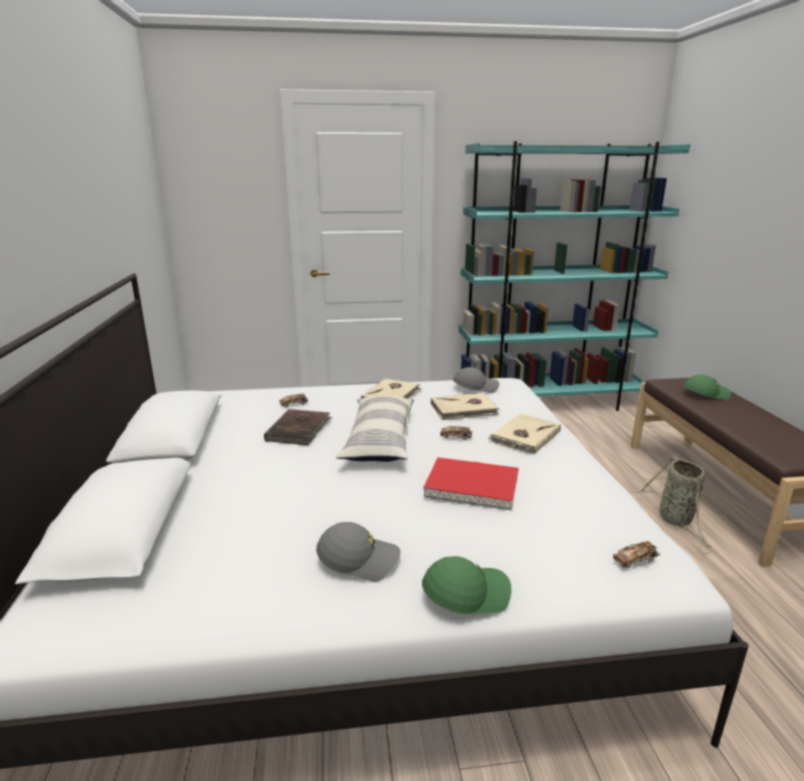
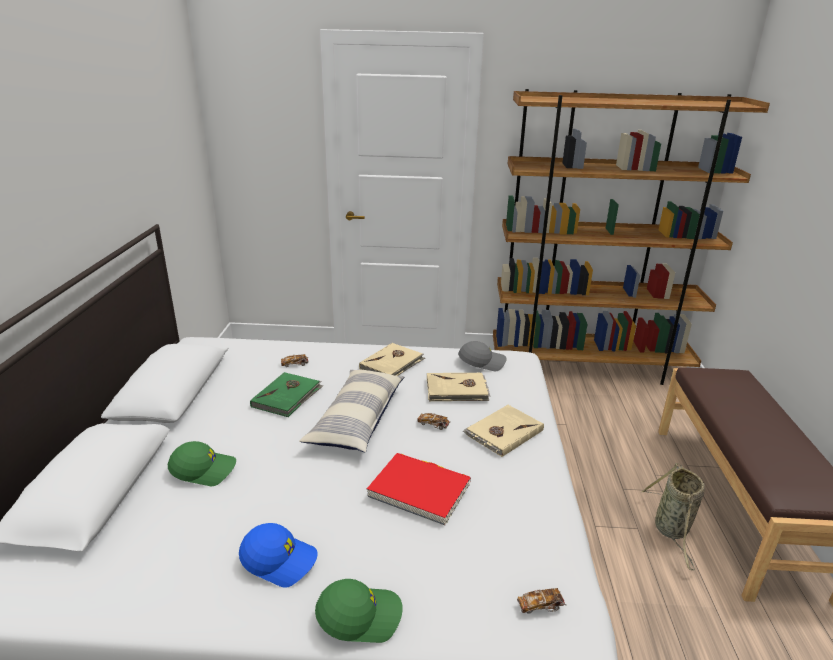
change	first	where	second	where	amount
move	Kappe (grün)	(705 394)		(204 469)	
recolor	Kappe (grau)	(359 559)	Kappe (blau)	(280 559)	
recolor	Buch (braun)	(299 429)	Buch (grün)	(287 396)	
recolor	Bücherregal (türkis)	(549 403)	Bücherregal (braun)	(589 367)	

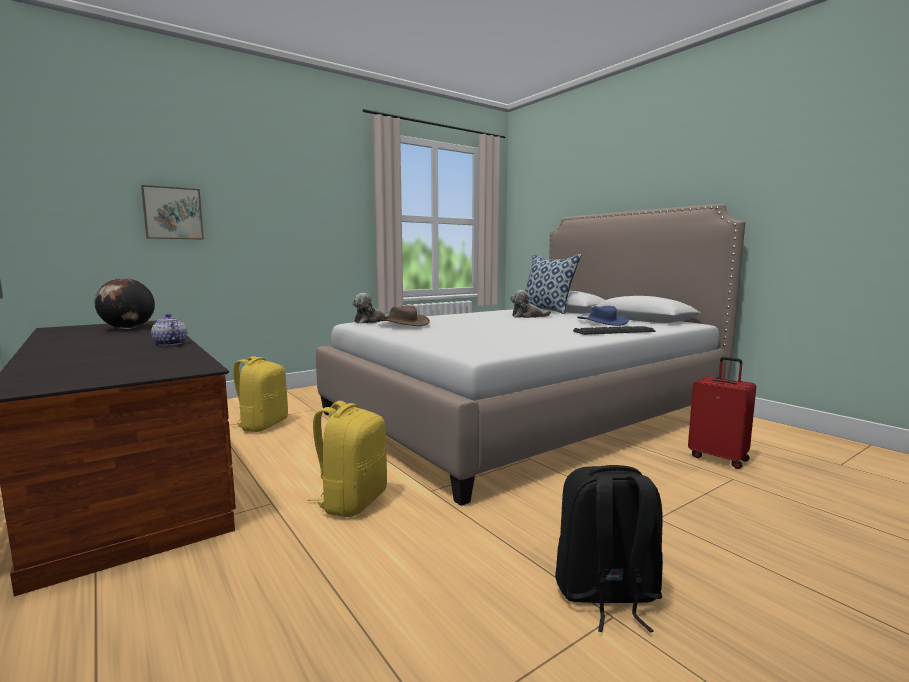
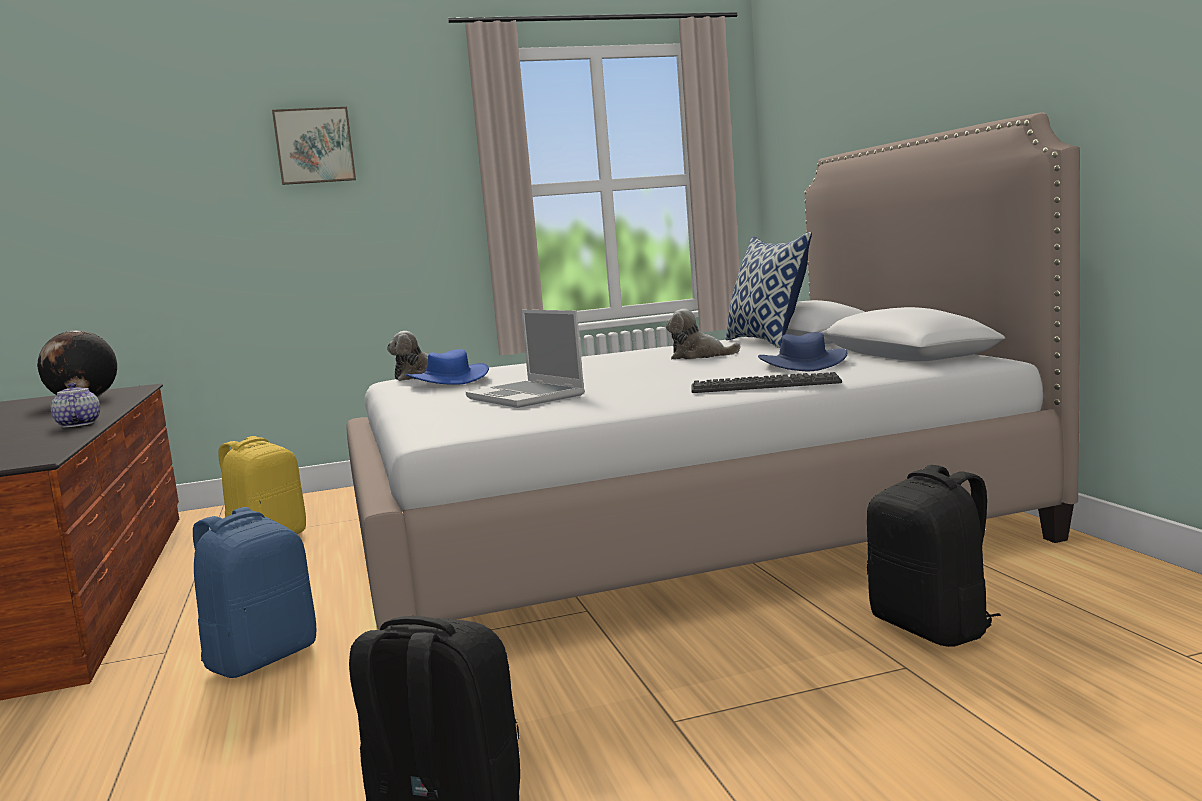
change	first	where	second	where	amount
recolor	Rucksack (gelb)	(352 501)	Rucksack (blau)	(261 657)	
move	Bild	(173 213)		(314 146)	
recolor	Hut (braun)	(402 323)	Hut (blau)	(448 379)	
insert			Laptop	(527 397)	
replace	Koffer (rot)	(719 458)	Rucksack (schwarz)	(933 628)	

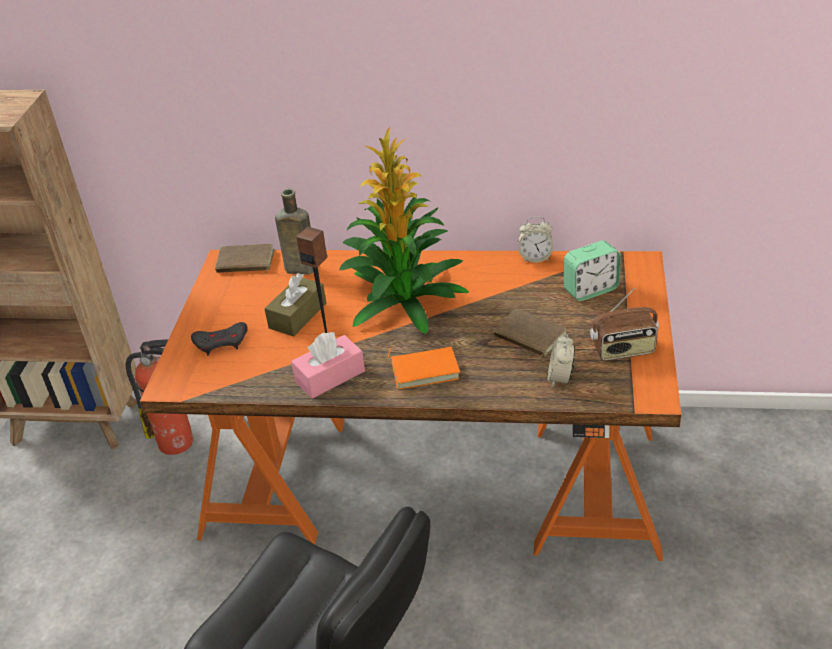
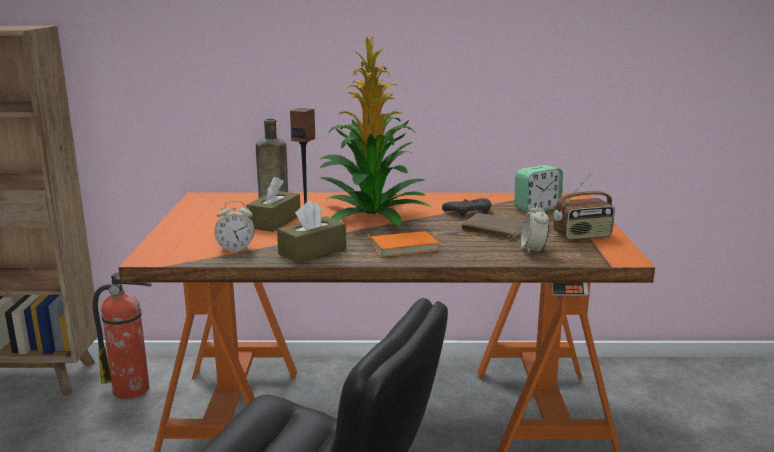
change	first	where	second	where	amount
move	Wecker	(535 258)		(236 249)	
recolor	Taschentuchbox (rosa)	(330 376)	Taschentuchbox (braun)	(312 251)	
move	Gamepad (grau)	(221 342)		(469 212)	
delete	Buch (braun)	(245 263)			

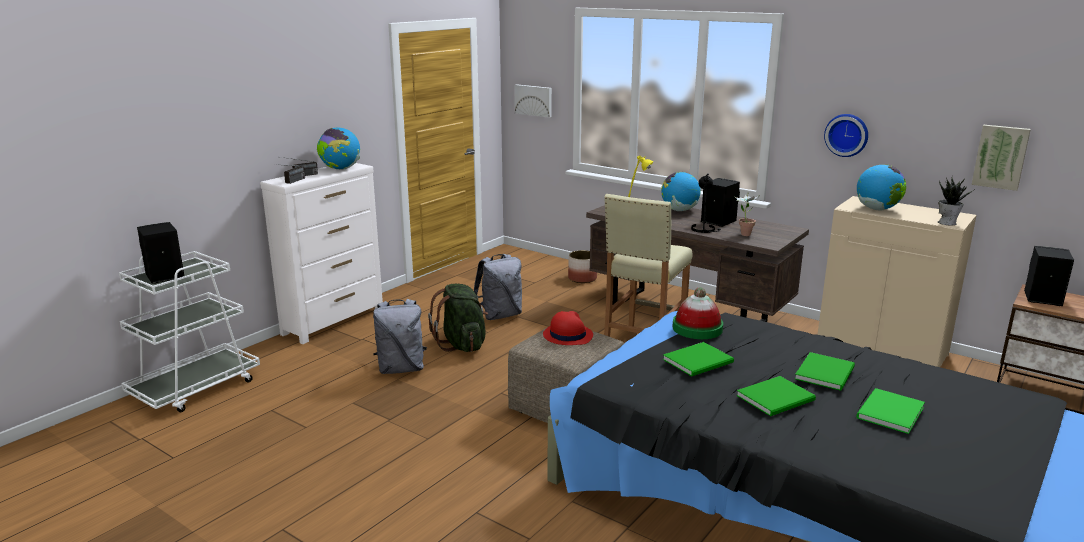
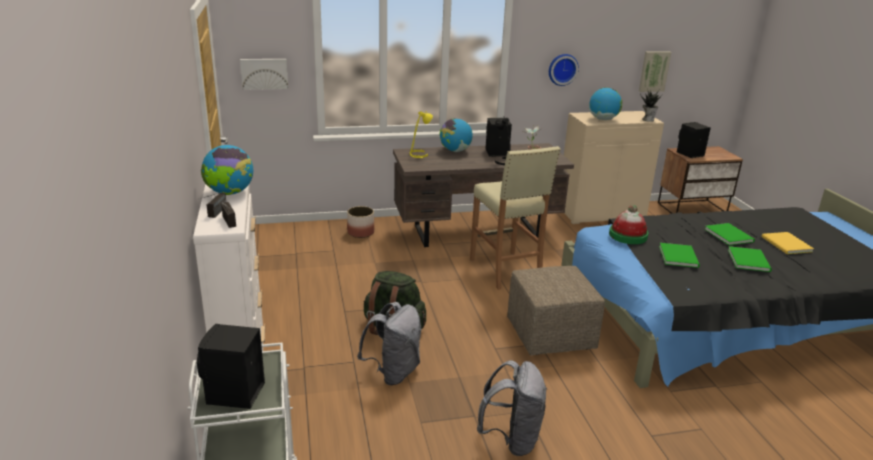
change	first	where	second	where	amount
move	Rucksack (grau)	(500 315)		(511 439)	
recolor	Buch (grün)	(888 413)	Buch (gelb)	(786 245)	
delete	Hut (rot)	(567 335)			

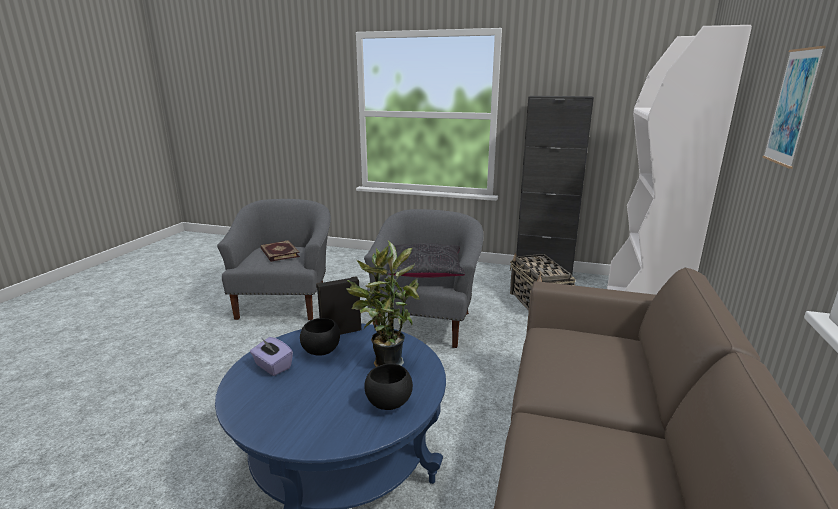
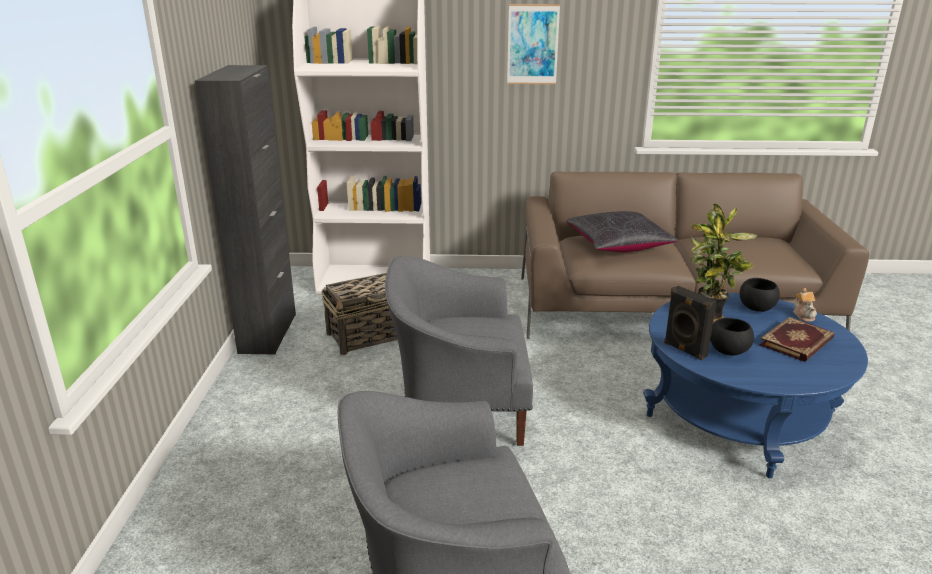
change	first	where	second	where	amount
move	Kissen (schwarz)	(426 272)		(618 244)	
move	Buch	(279 253)		(797 342)	
insert			Teekanne	(804 315)	
delete	Taschentuchbox (lila)	(272 366)			

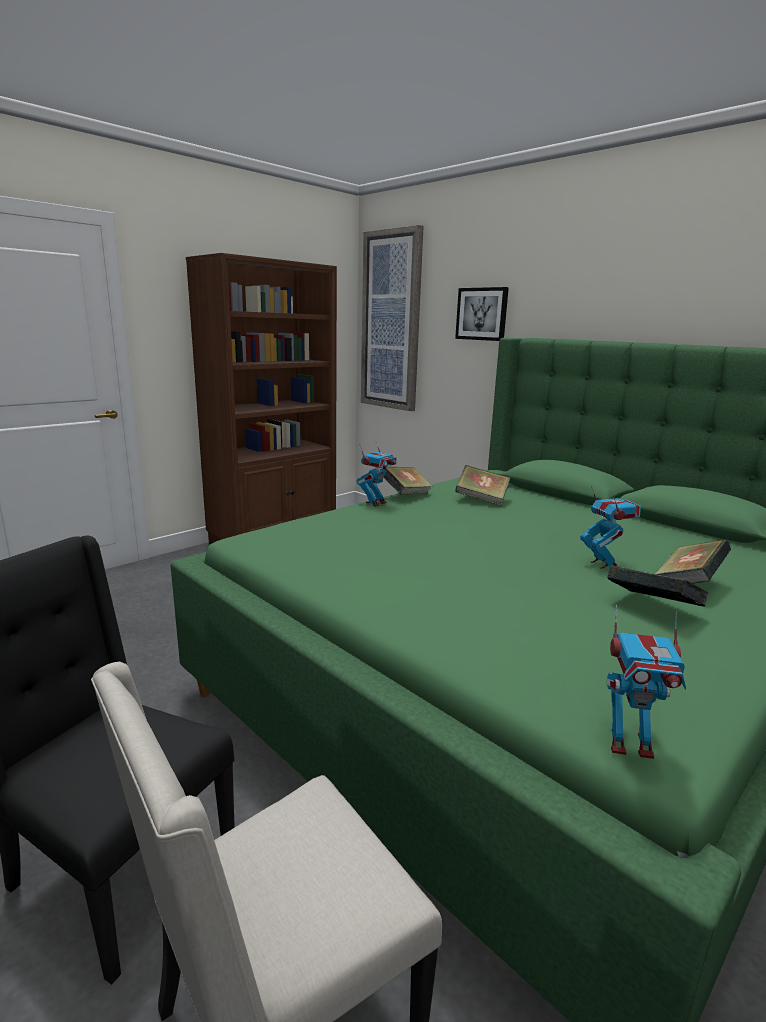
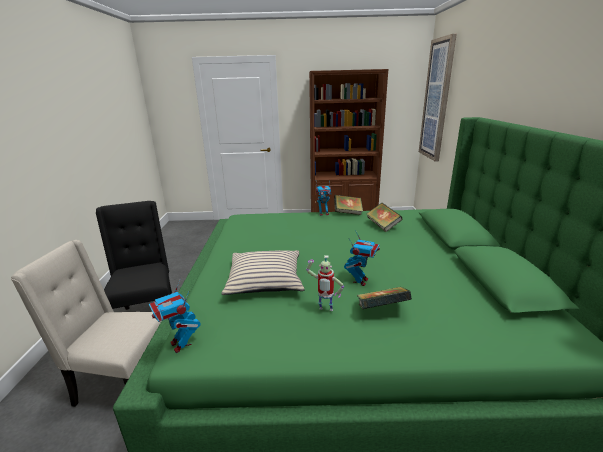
change	first	where	second	where	amount
insert			Kissen (beige)	(265 280)	
replace	Buch	(652 608)	Spielzeugroboter	(325 310)	
delete	Bild	(482 314)			

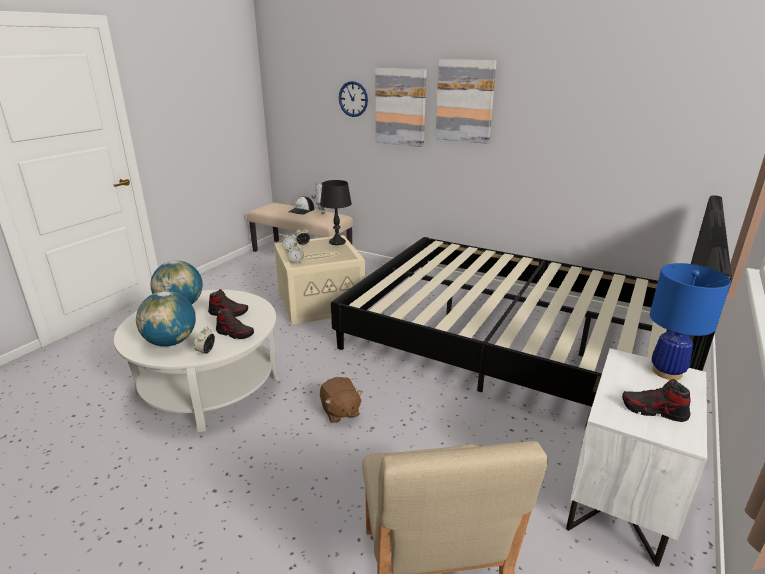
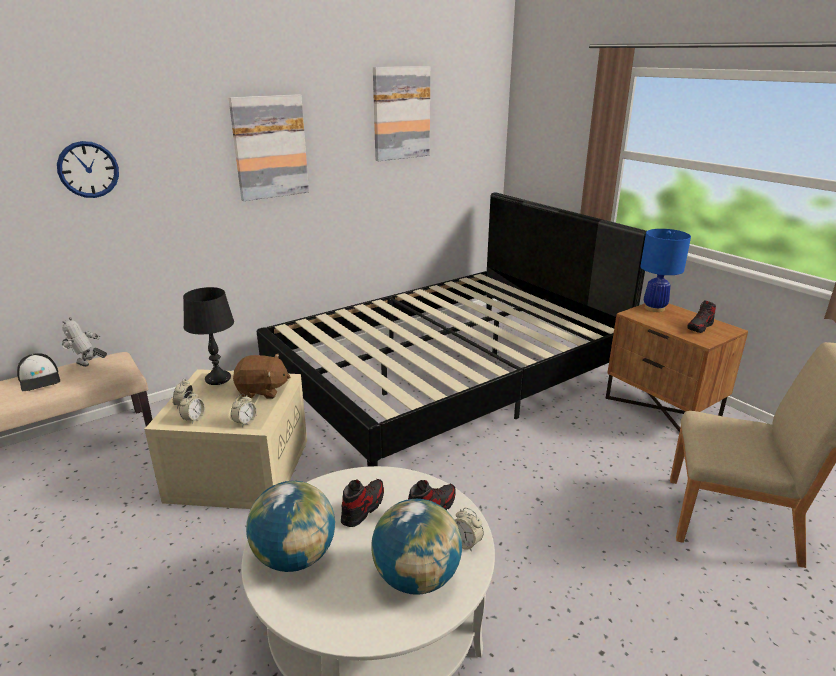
change	first	where	second	where	amount
move	Plüschtier (braun)	(340 411)		(262 391)	
move	Bild	(400 107)		(401 113)	
recolor	Nachttisch (weiß)	(621 500)	Nachttisch (braun)	(662 409)	

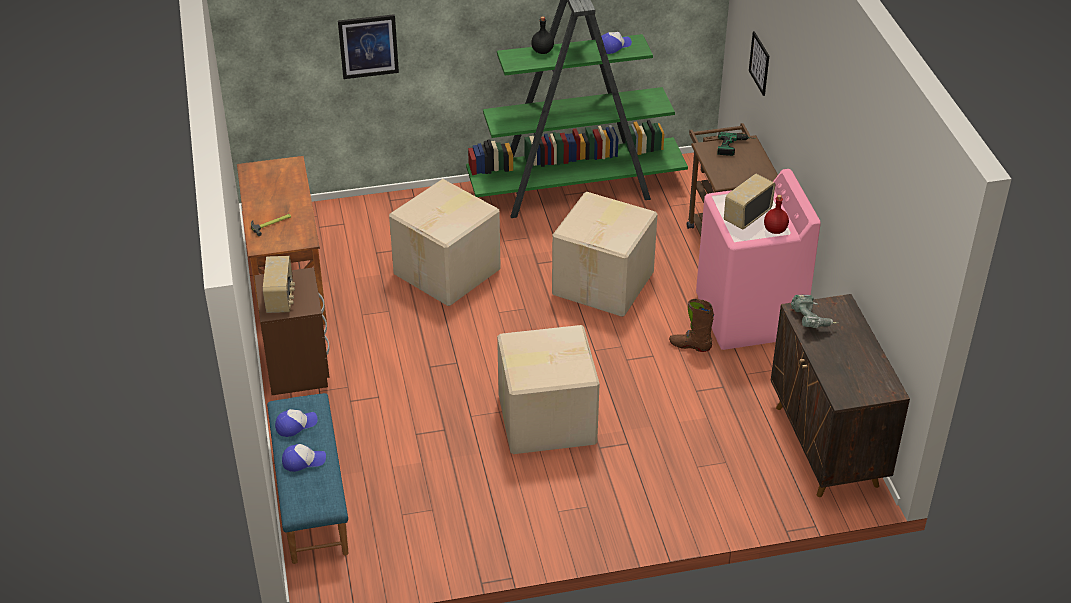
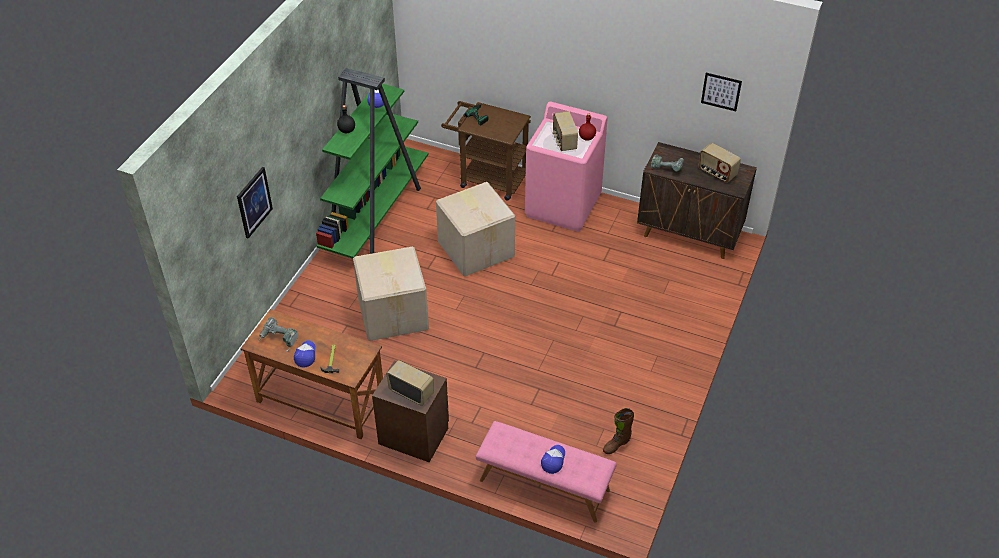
change	first	where	second	where	amount
insert			Bohrmaschine	(279 339)	
move	Kappe	(295 425)		(305 355)	
recolor	Bank (blau)	(310 497)	Bank (rosa)	(544 485)	
move	Stiefel (braun)	(690 345)		(616 444)	
insert			Radio	(717 173)	
move	Bild	(759 63)		(721 91)	
delete	Karton	(545 419)			

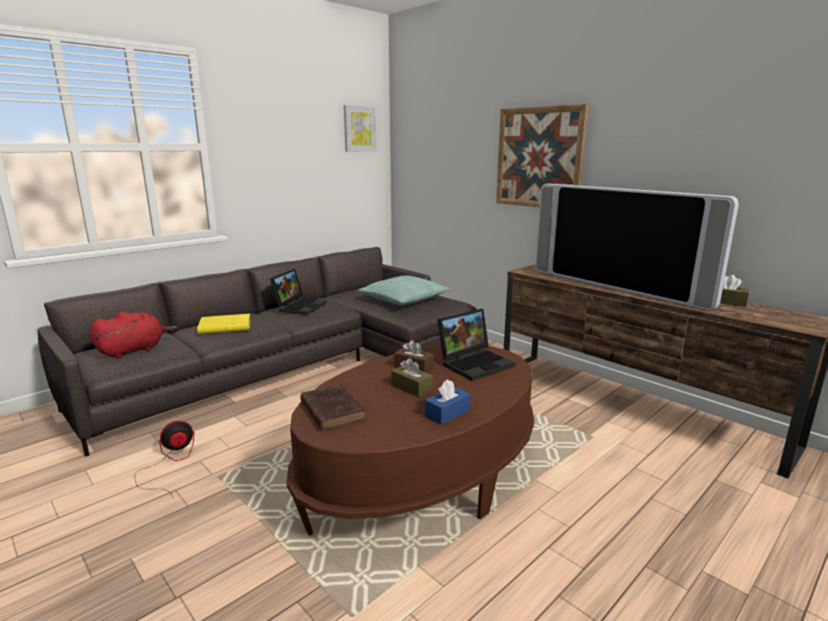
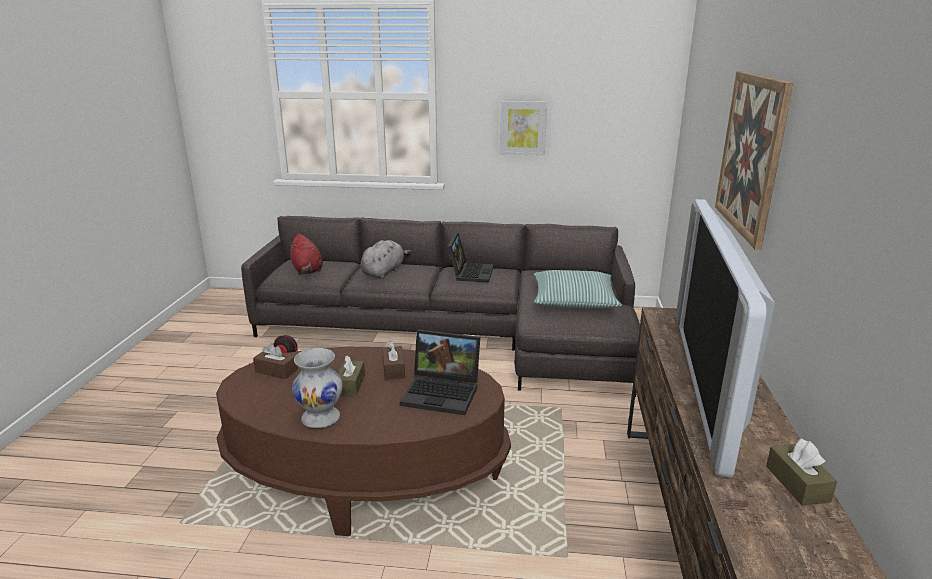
change	first	where	second	where	amount
replace	Buch (braun)	(331 410)	Taschentuchbox (braun)	(276 371)	
rotate	Plüschtier (rot)	(134 350)		(307 270)	60 degrees clockwise
replace	Taschentuchbox (blau)	(447 413)	Vase (weiß)	(320 418)	
replace	Buch (gelb)	(224 327)	Plüschtier (grau)	(384 272)	
rotate	Laptop	(300 306)		(470 272)	60 degrees counterclockwise
move	Bild	(359 129)		(523 128)	

